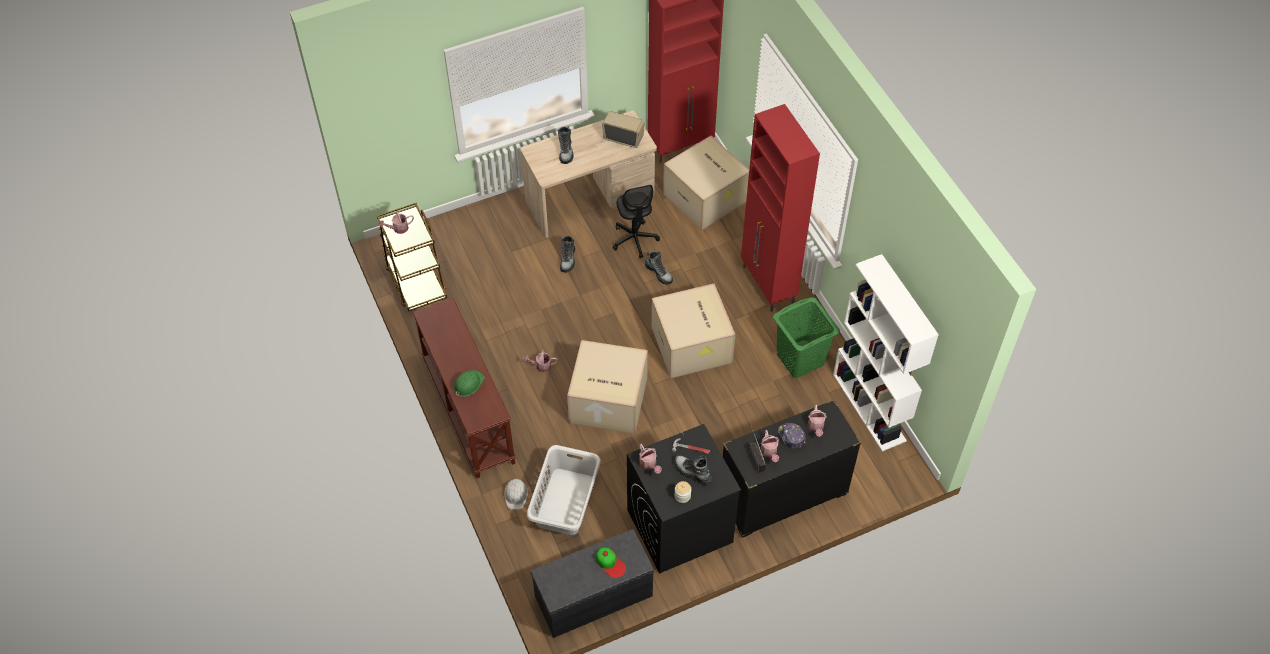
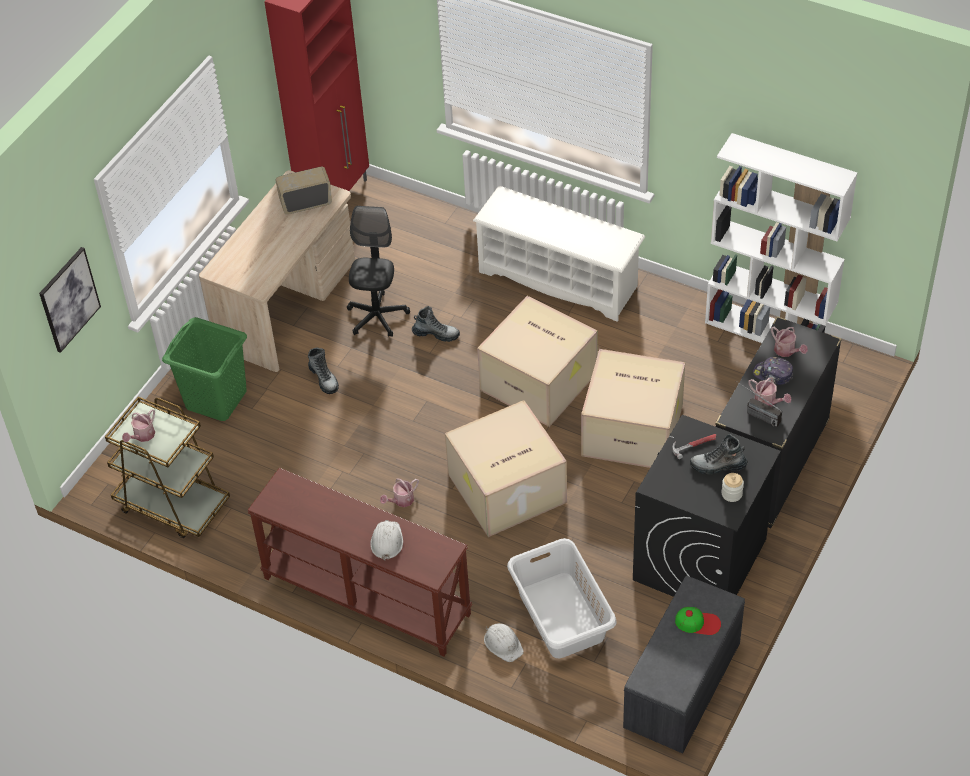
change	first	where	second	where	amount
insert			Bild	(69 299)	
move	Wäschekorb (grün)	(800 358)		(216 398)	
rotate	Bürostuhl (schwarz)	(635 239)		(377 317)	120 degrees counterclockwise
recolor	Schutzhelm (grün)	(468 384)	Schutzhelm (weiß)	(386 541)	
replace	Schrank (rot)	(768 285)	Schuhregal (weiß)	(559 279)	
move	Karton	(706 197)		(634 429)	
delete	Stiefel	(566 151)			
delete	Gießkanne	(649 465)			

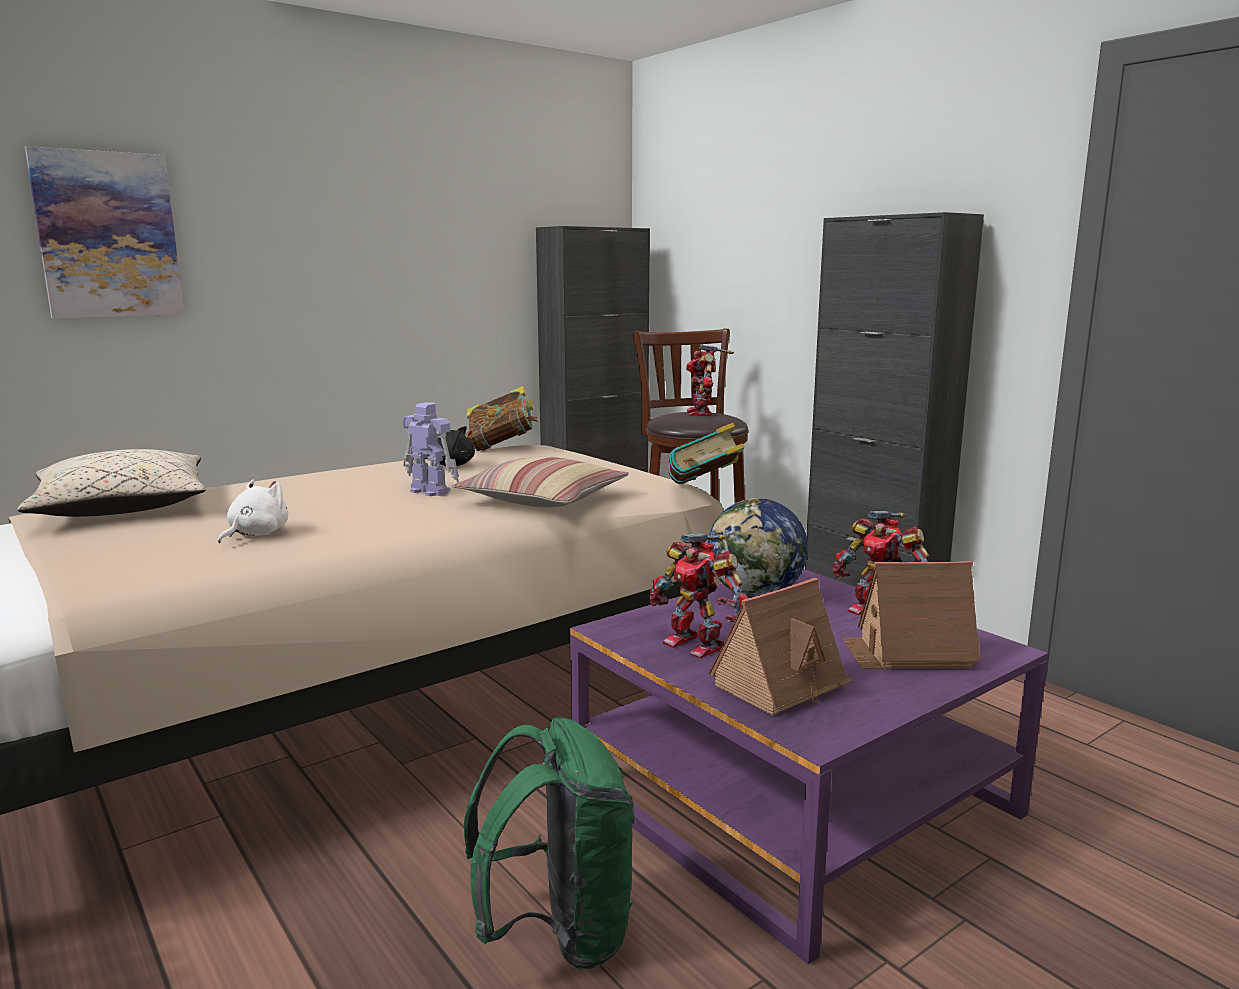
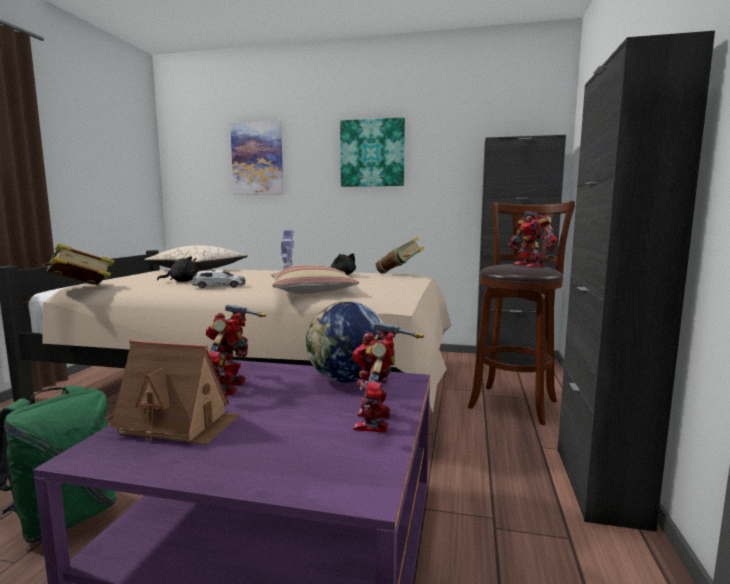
change	first	where	second	where	amount
move	Buch	(704 489)		(80 288)	
recolor	Plüschtier (weiß)	(255 534)	Plüschtier (schwarz)	(182 281)	
insert			Spielzeugauto	(219 286)	
insert			Bild	(372 153)	
rotate	Spielzeugroboter	(702 413)		(530 265)	75 degrees counterclockwise
delete	Spielzeughaus	(908 653)			

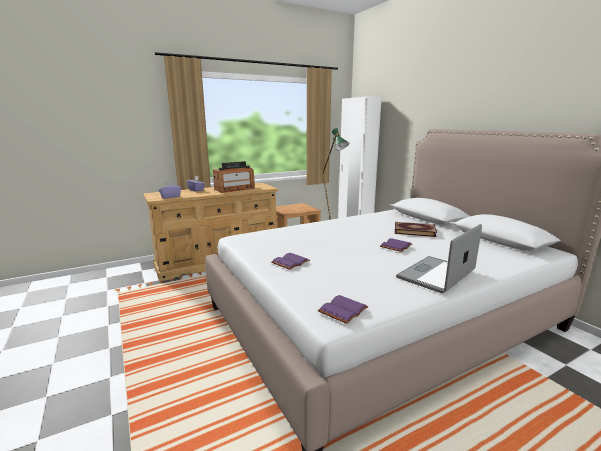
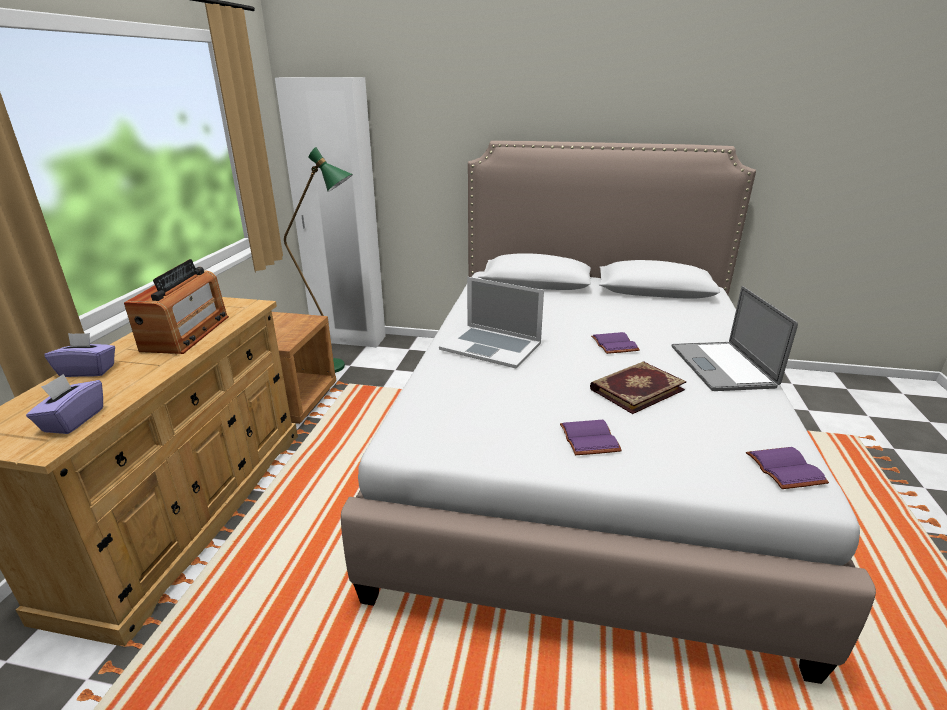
change	first	where	second	where	amount
insert			Laptop	(491 346)	
move	Buch	(414 230)		(636 389)	

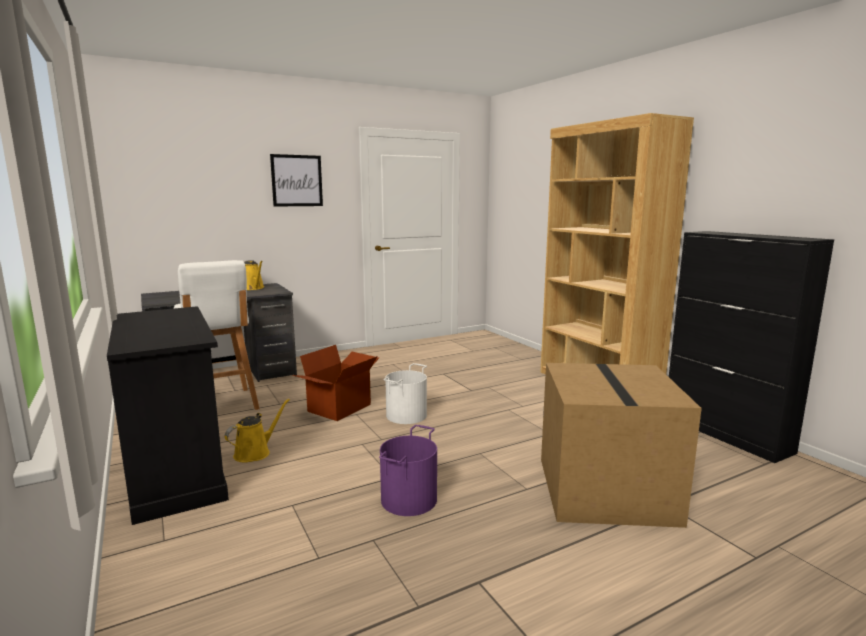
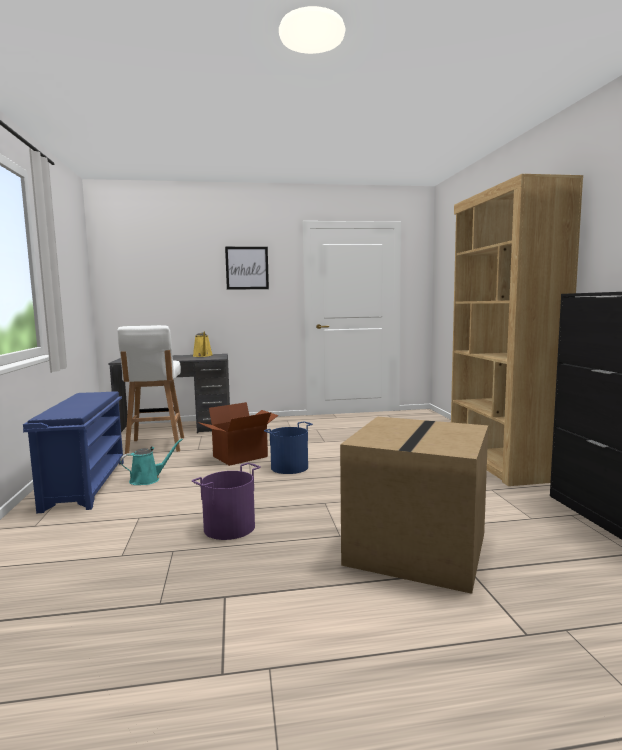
change	first	where	second	where	amount
replace	Schrank (schwarz)	(177 470)	Schuhregal (blau)	(85 484)	
recolor	Gießkanne (gelb)	(255 452)	Gießkanne (türkis)	(148 479)	
recolor	Eimer (weiß)	(407 415)	Eimer (blau)	(290 467)	

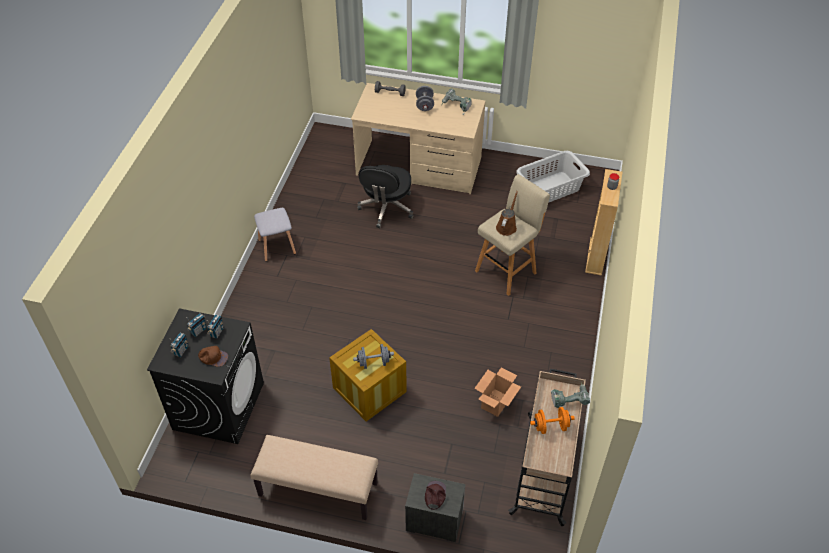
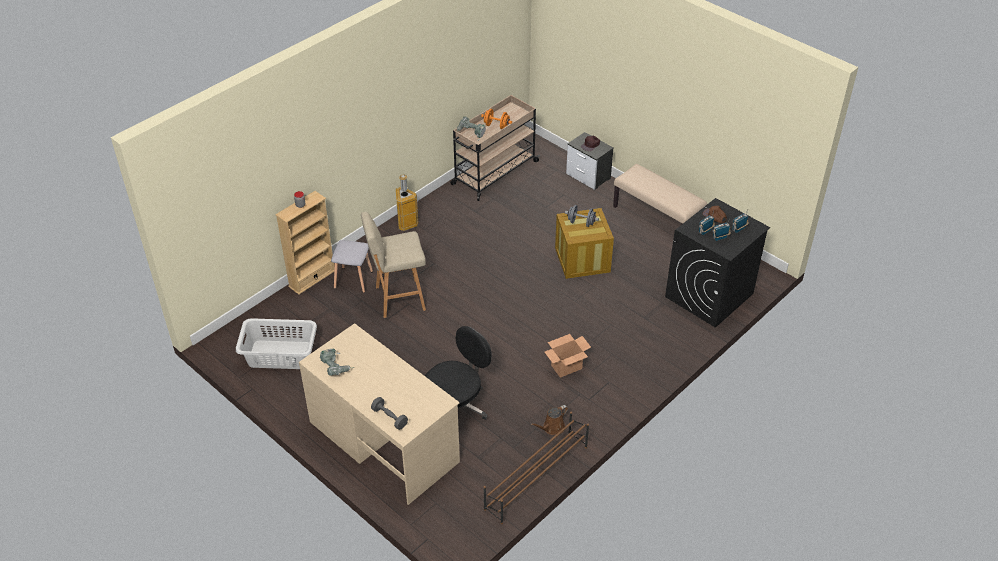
change	first	where	second	where	amount
move	Hocker (grau)	(277 247)		(353 279)	
insert			Mülleimer	(406 223)	
insert			Schuhregal (braun)	(536 478)	
move	Gießkanne (braun)	(507 226)		(552 428)	
move	Karton	(495 402)		(566 367)	
delete	Hantel (grau)	(424 105)			

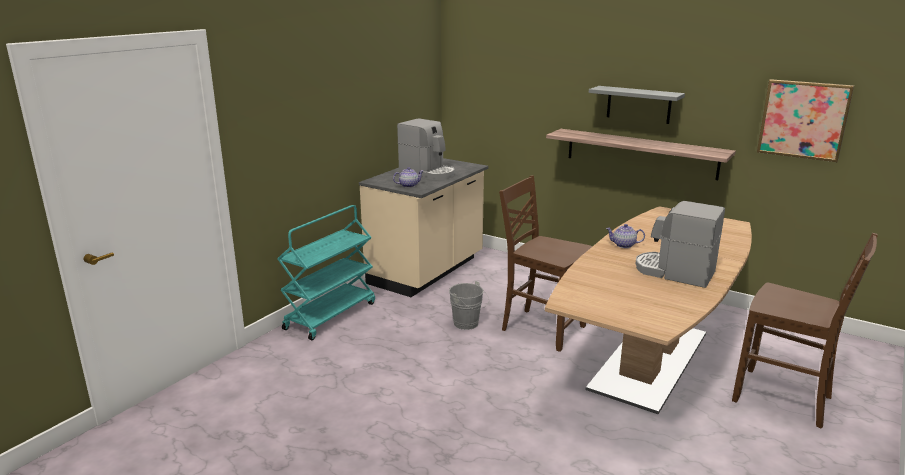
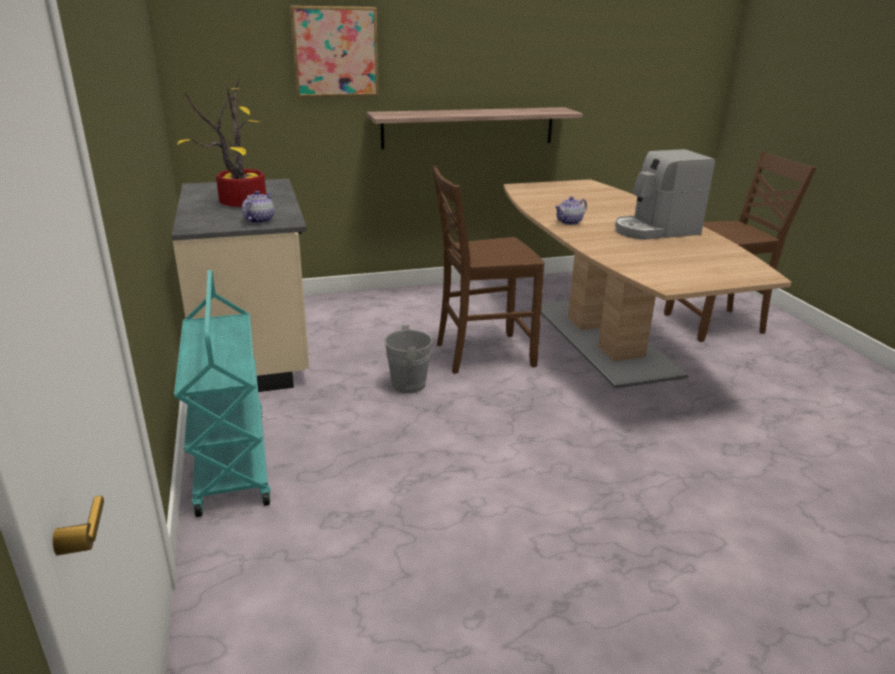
change	first	where	second	where	amount
replace	Kaffeemaschine	(428 173)	Topfpflanze	(241 201)	
move	Bild	(803 119)		(335 52)	
delete	Wandregal (grau)	(638 104)			

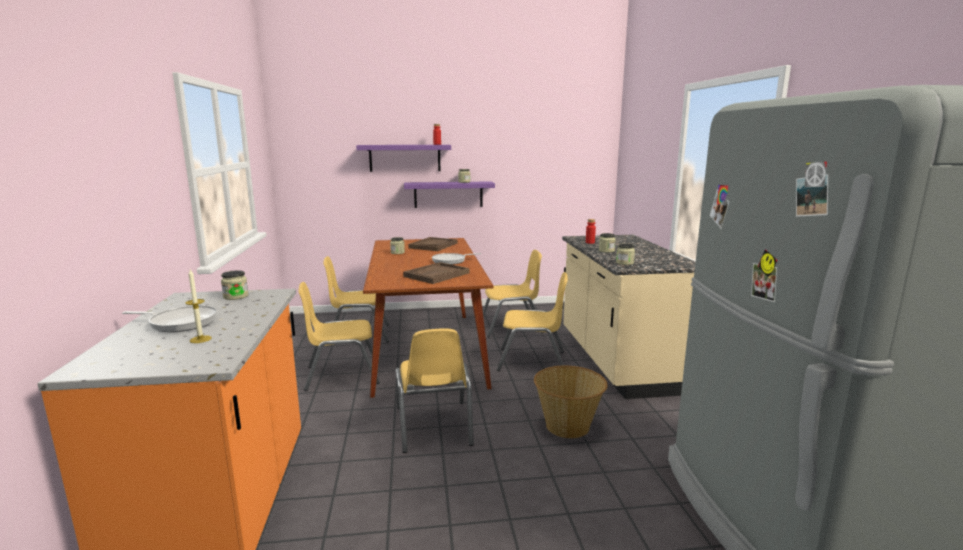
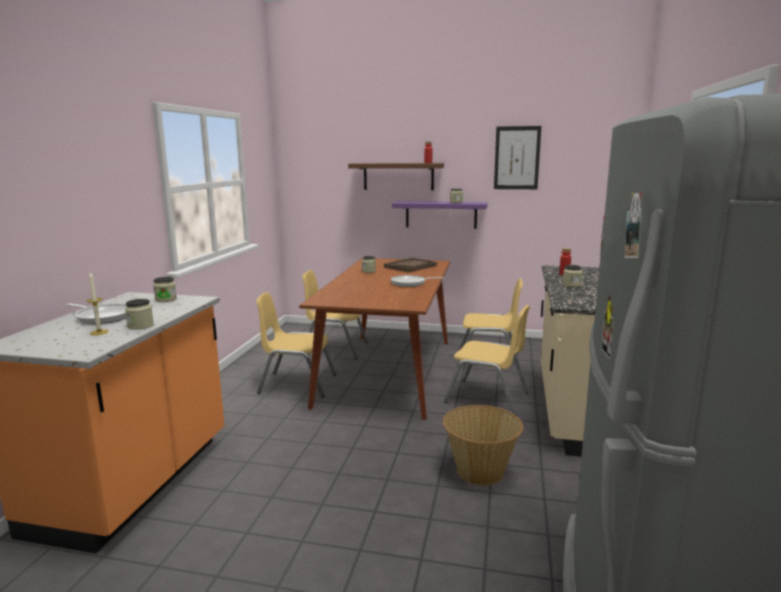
change	first	where	second	where	amount
move	Vorratsglas	(624 263)		(140 326)	
recolor	Wandregal (lila)	(405 158)	Wandregal (braun)	(398 176)	
insert			Bild	(517 158)	
delete	Stuhl (gelb)	(433 426)			
delete	Tablett (braun)	(436 275)			

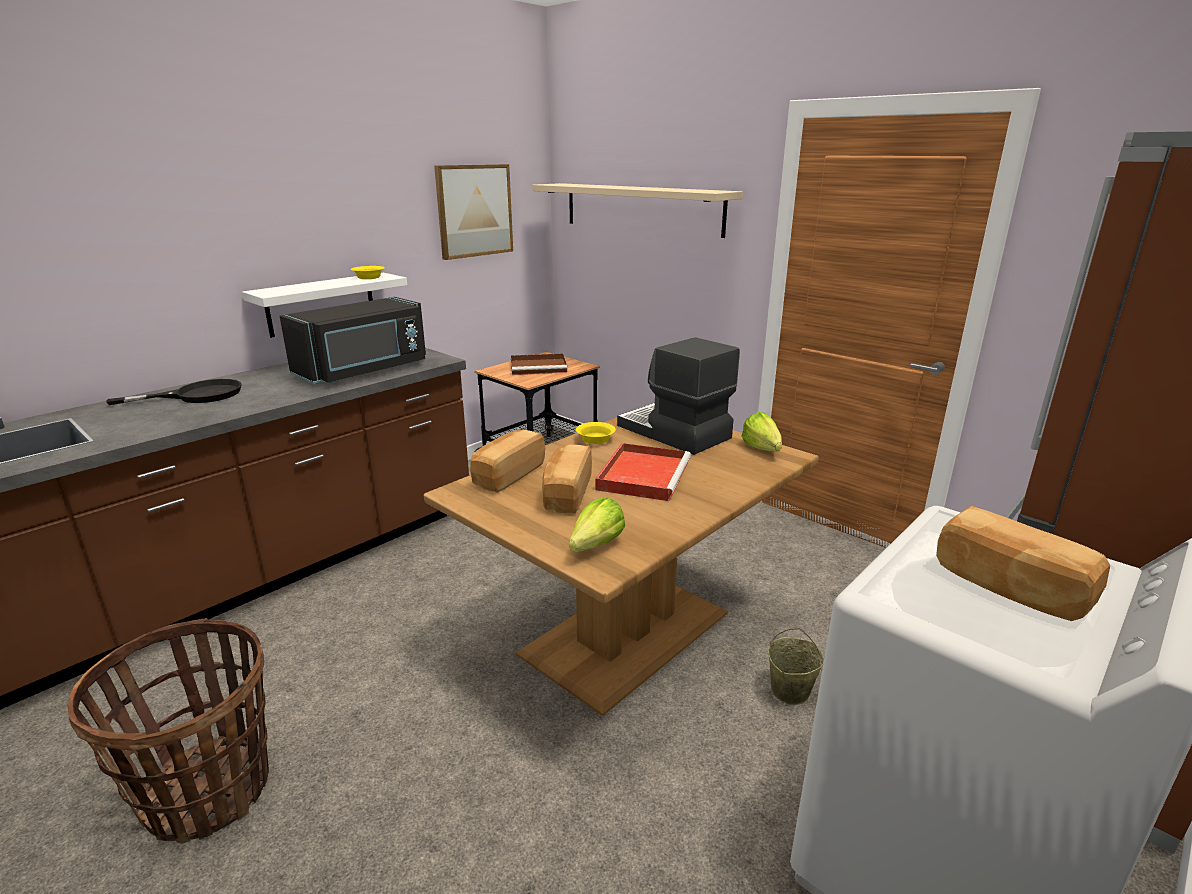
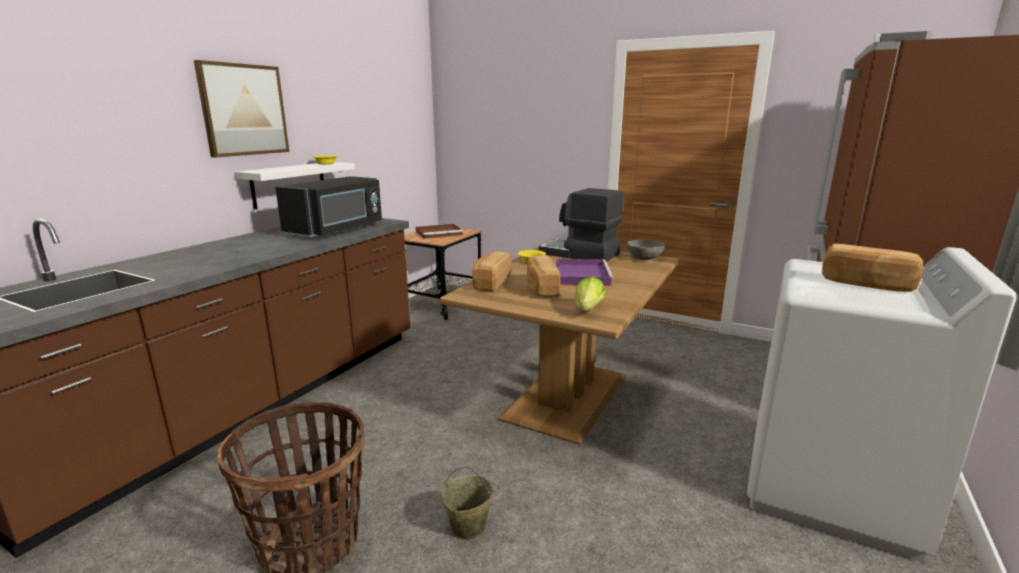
change	first	where	second	where	amount
move	Bild	(474 211)		(243 110)	
move	Eimer (beige)	(789 691)		(468 527)	
recolor	Tablett (rot)	(643 474)	Tablett (lila)	(581 275)	
replace	Salatkopf	(763 451)	Schüssel (grau)	(644 258)	
delete	Pfanne (schwarz)	(196 395)			
delete	Wandregal (beige)	(641 208)			

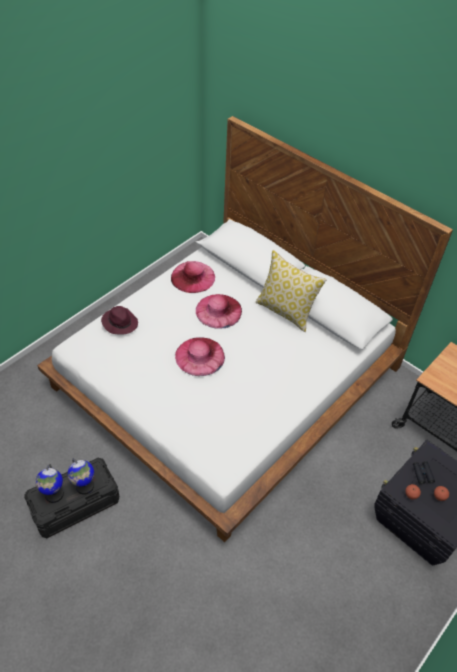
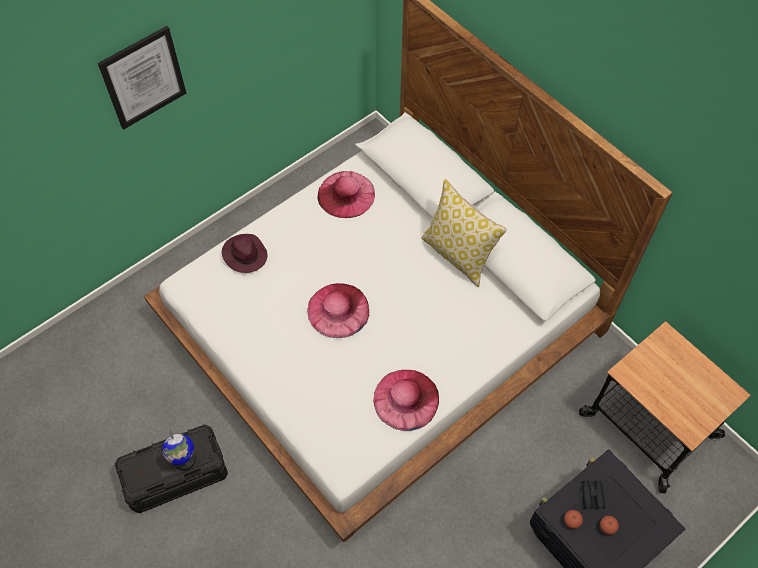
change	first	where	second	where	amount
insert			Bild	(143 78)	
move	Hut (rosa)	(218 311)		(406 399)	
delete	Globus	(54 494)			

